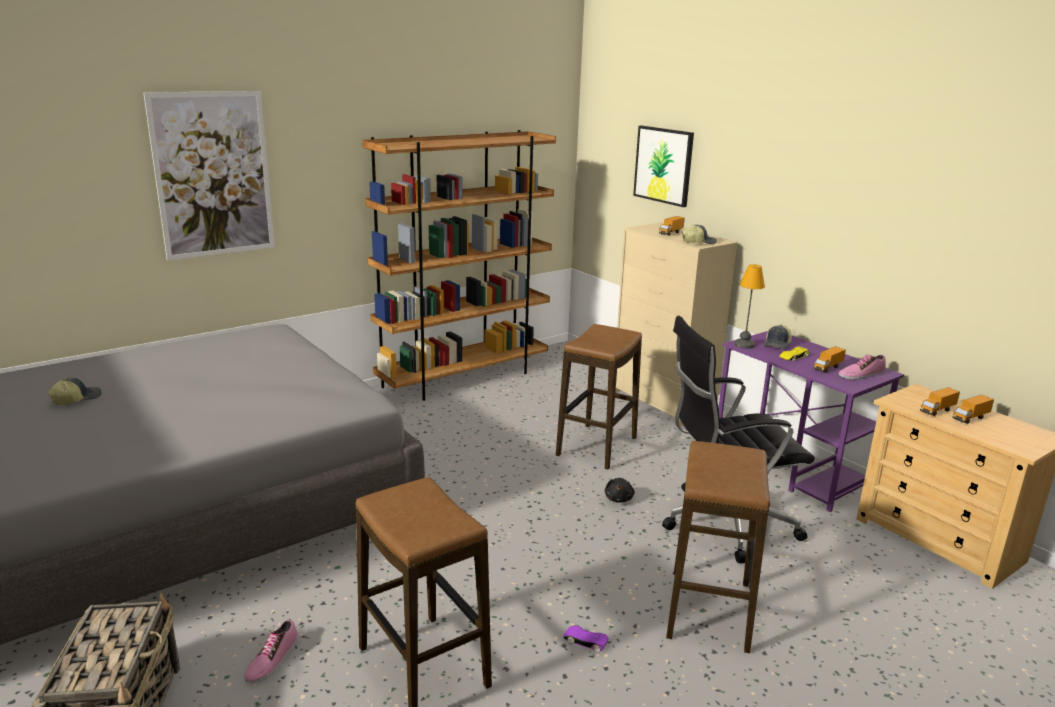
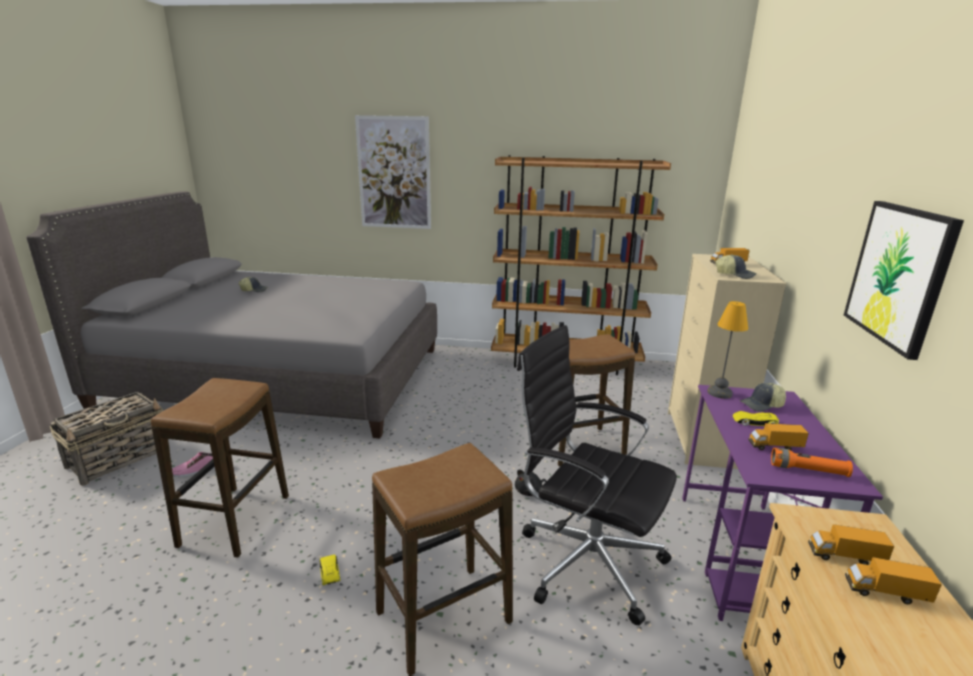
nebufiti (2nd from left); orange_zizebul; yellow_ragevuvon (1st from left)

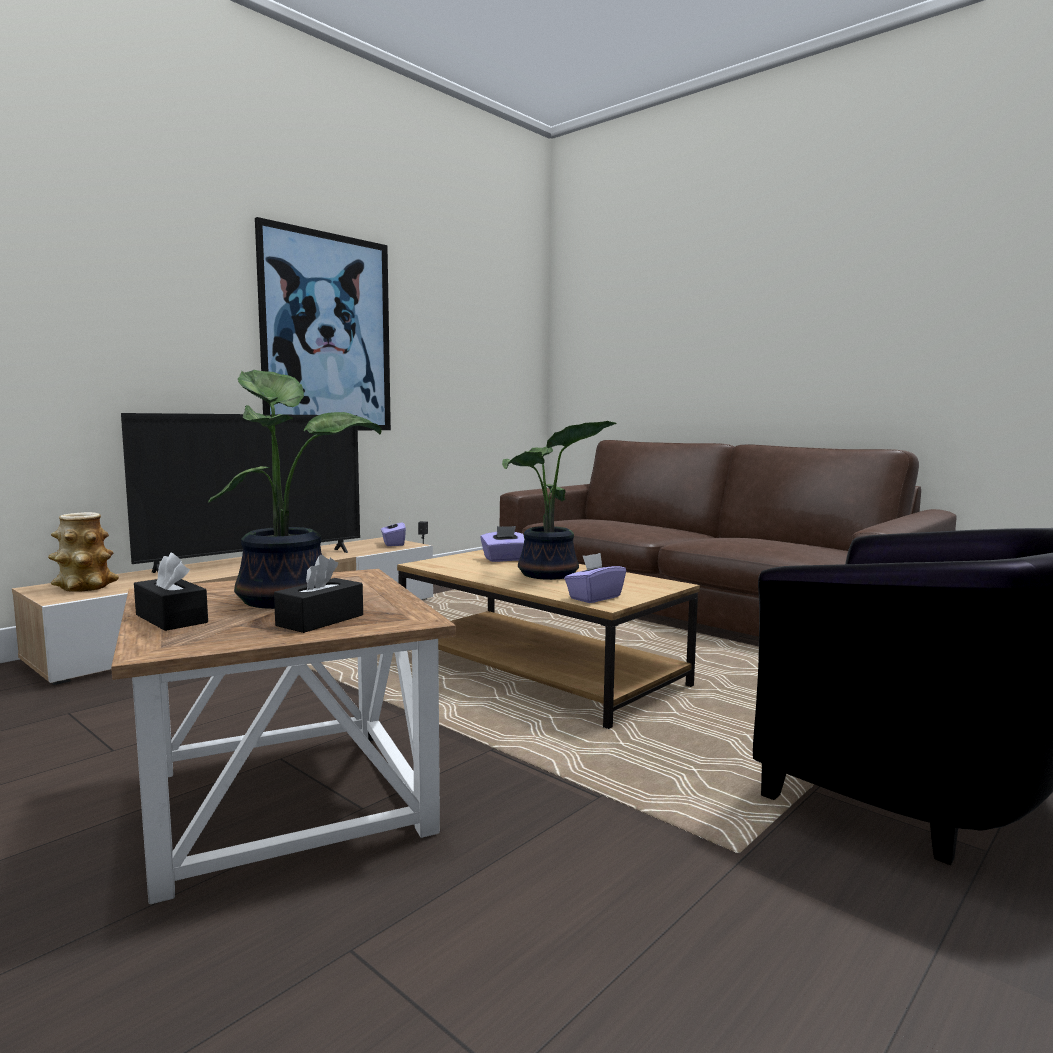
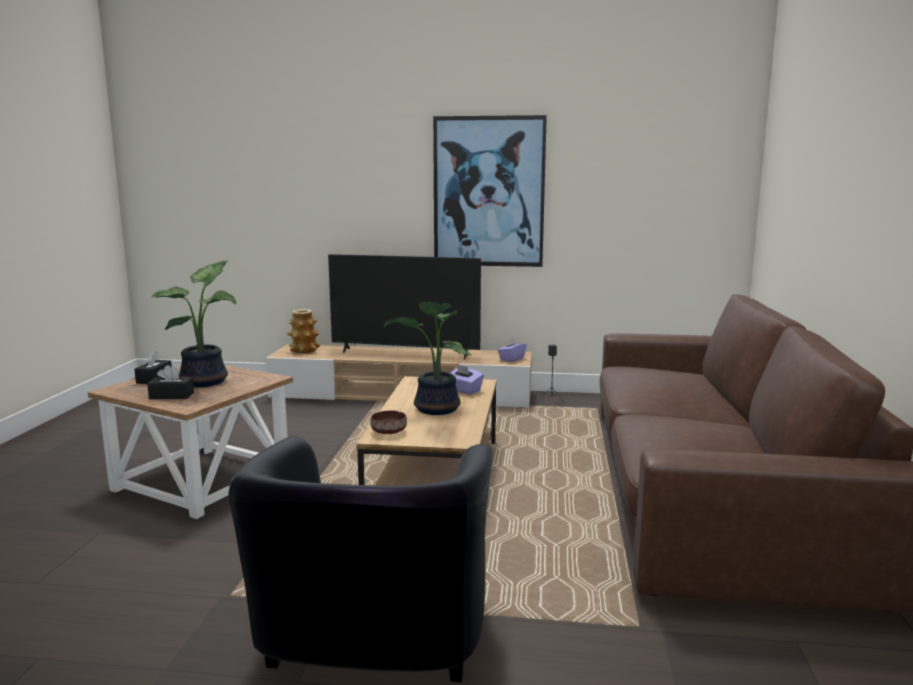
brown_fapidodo

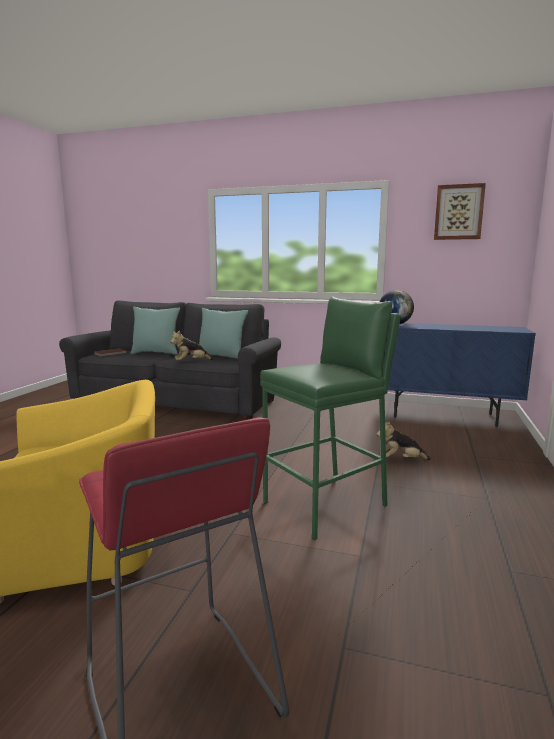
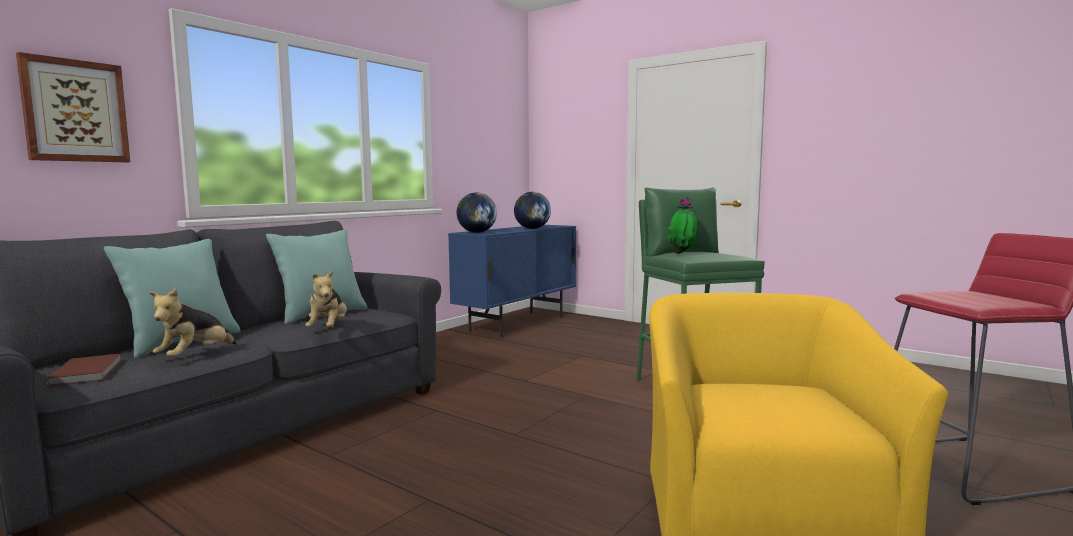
nebufiti; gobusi (1st from left); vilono (2nd from left); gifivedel

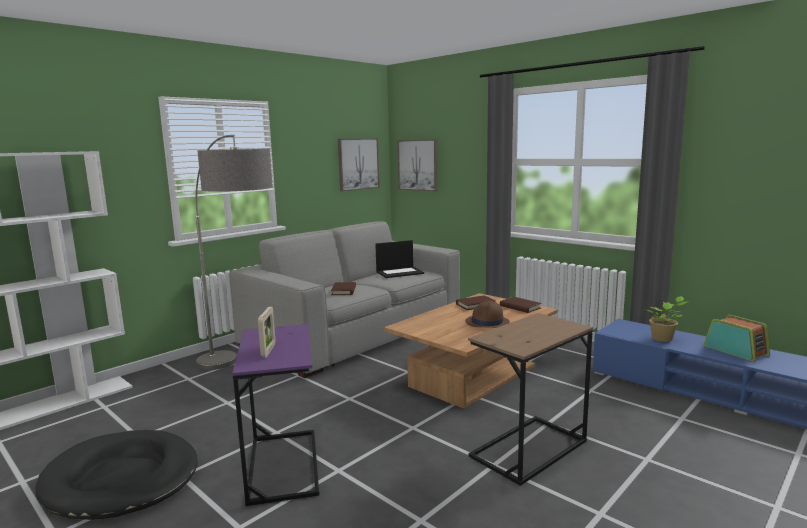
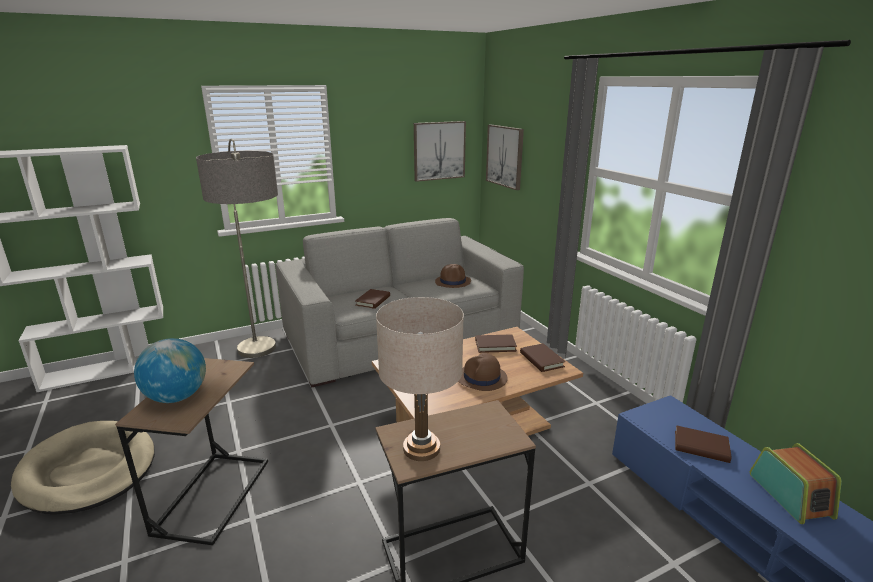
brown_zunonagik (1st from left); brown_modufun (4th from left); vilono; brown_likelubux (1st from left); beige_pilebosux; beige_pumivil

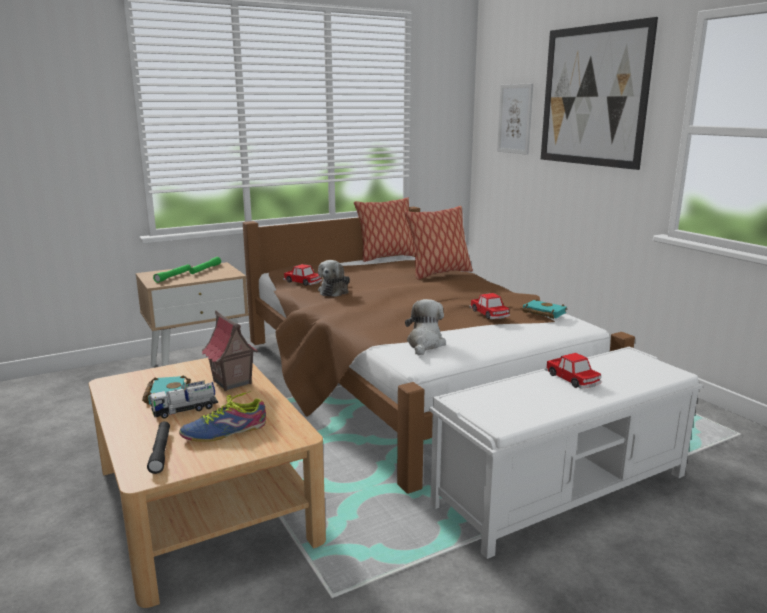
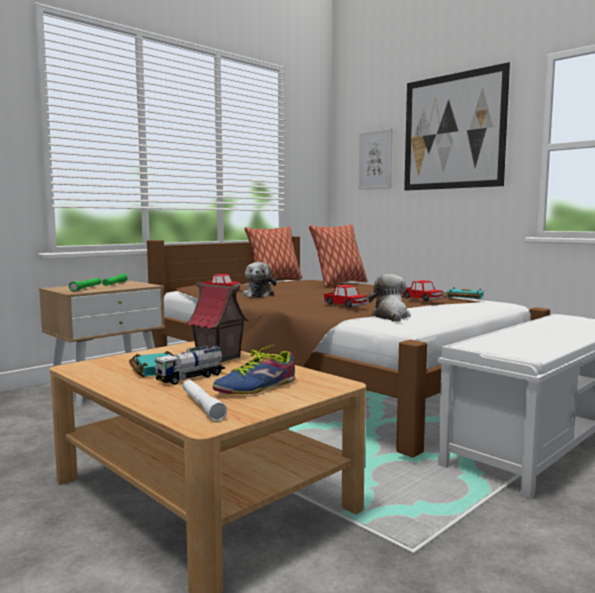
ragevuvon (2nd from left); white_zizebul

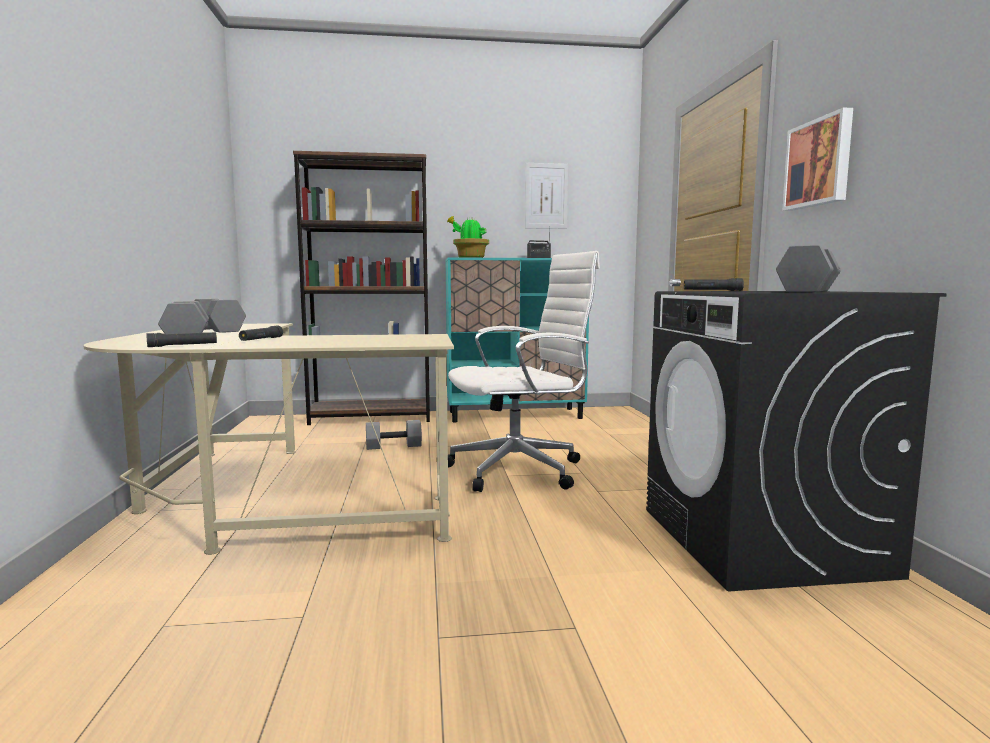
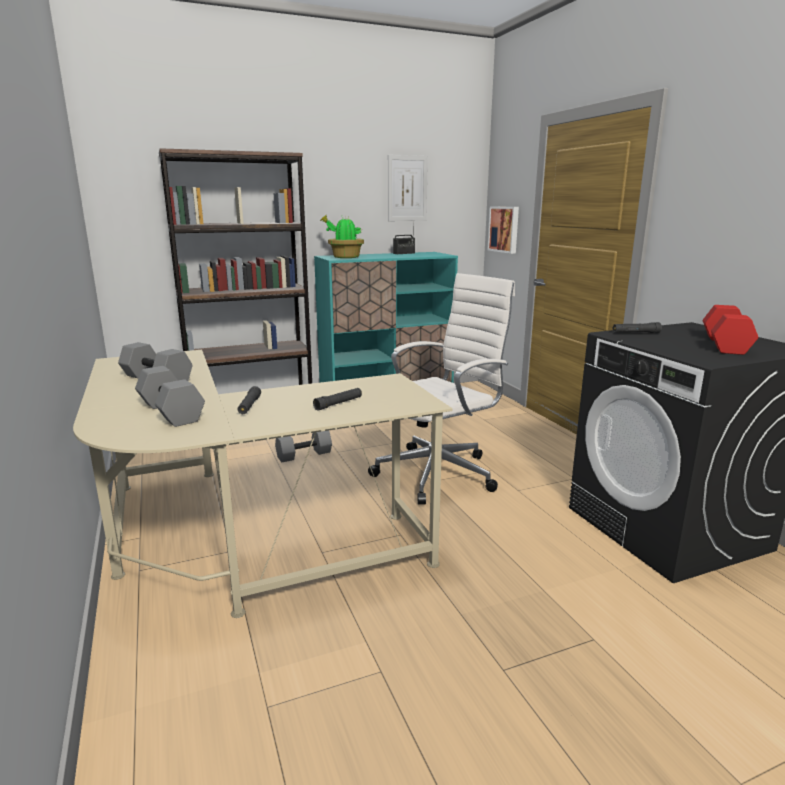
nebufiti (2nd from left); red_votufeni; black_zizebul (2nd from left)

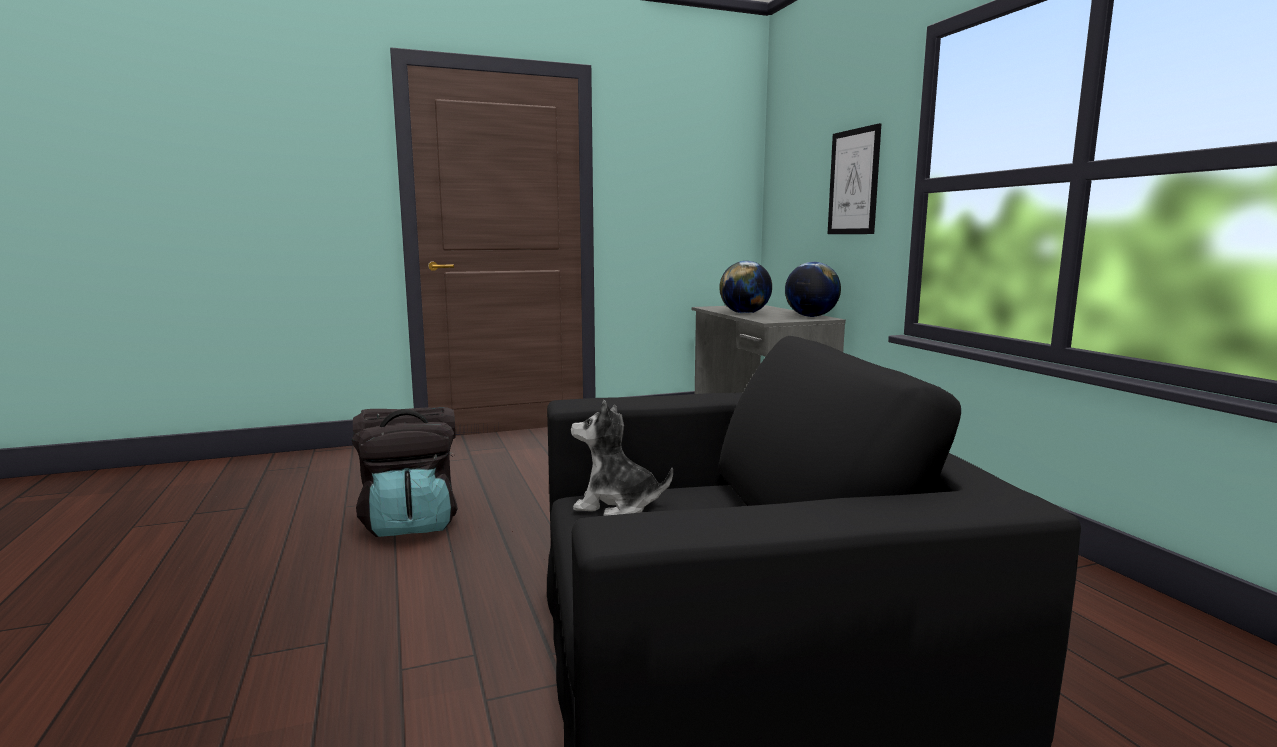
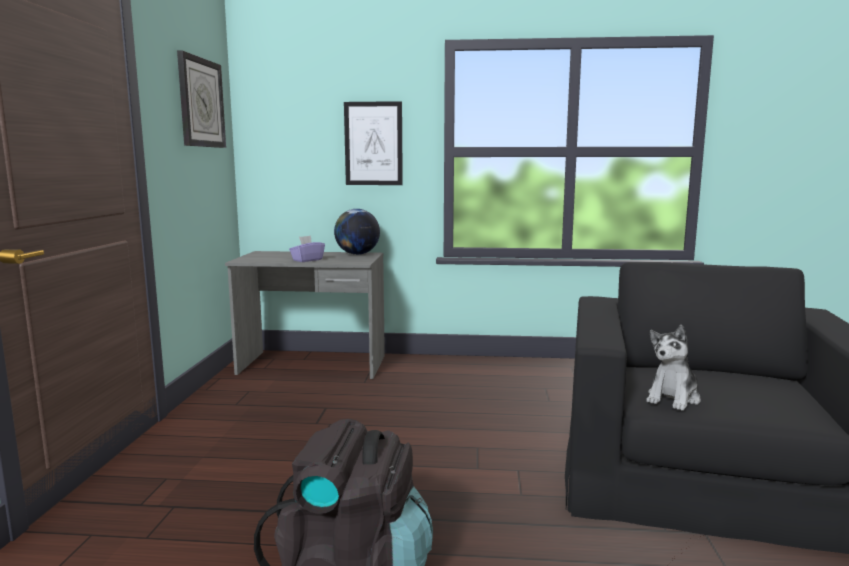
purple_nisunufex; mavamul

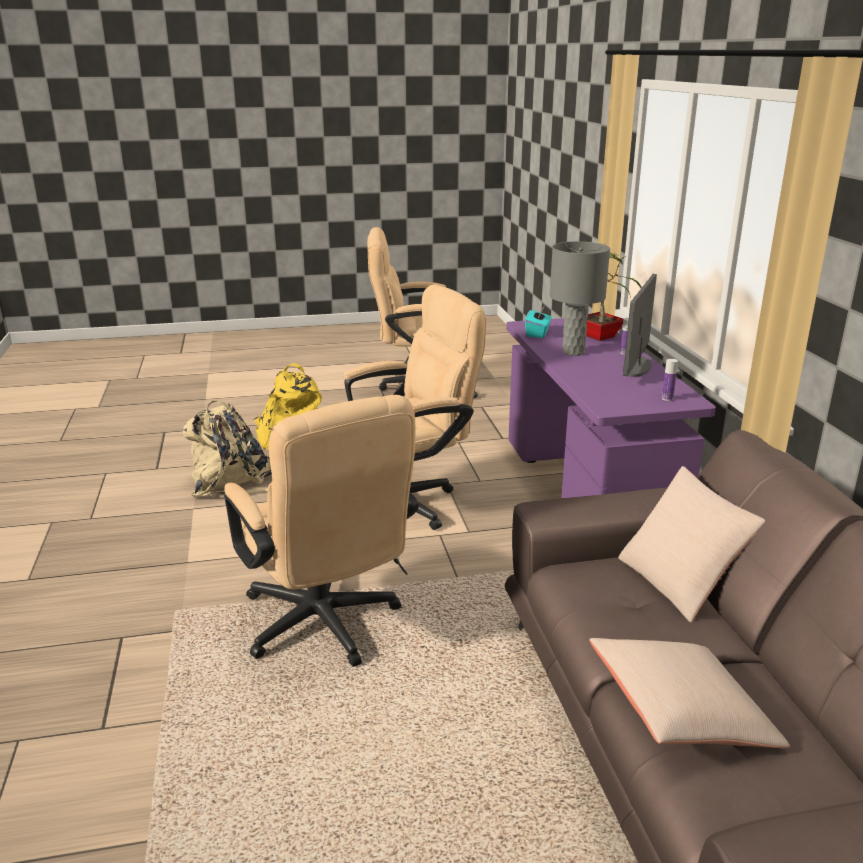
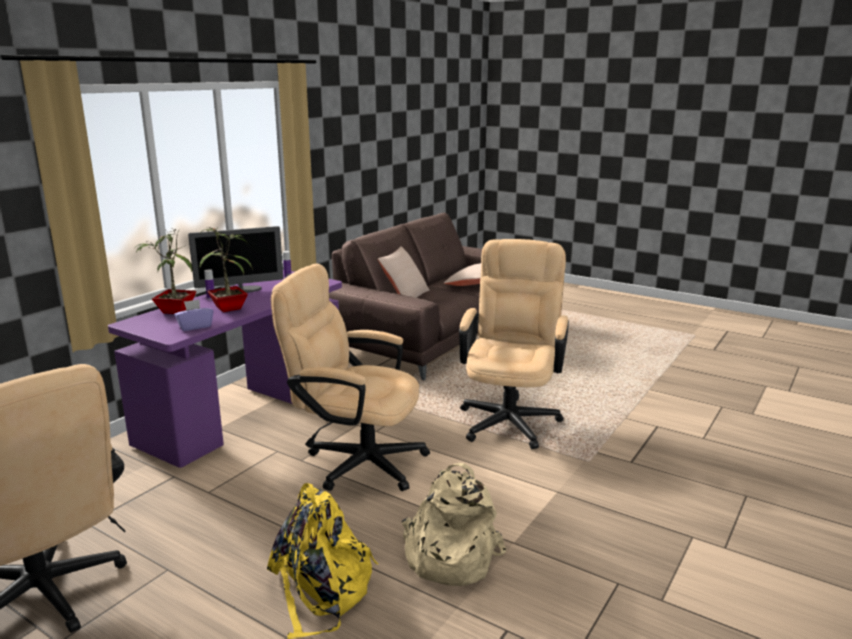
gifivedel (2nd from left); purple_nisunufex

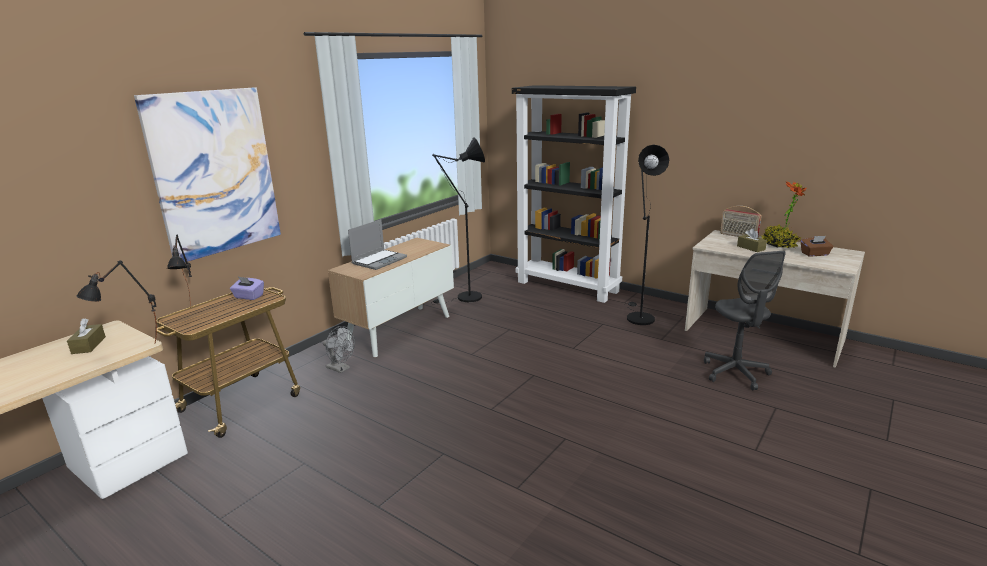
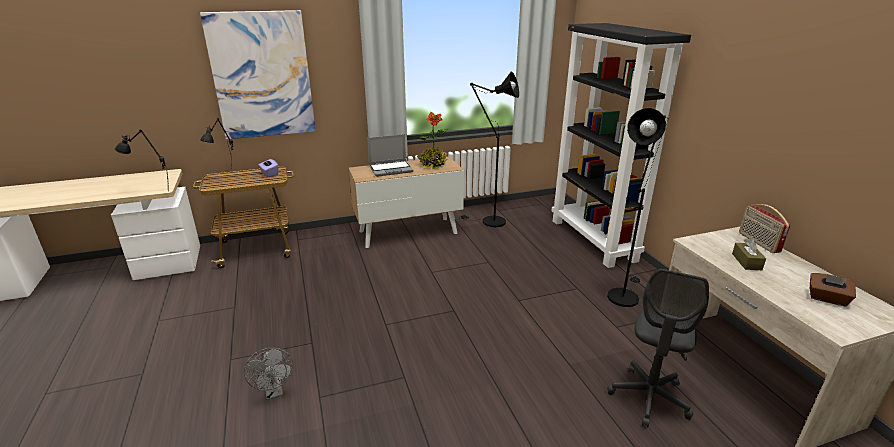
gifivedel; brown_nisunufex (1st from left in the first image); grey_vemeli

